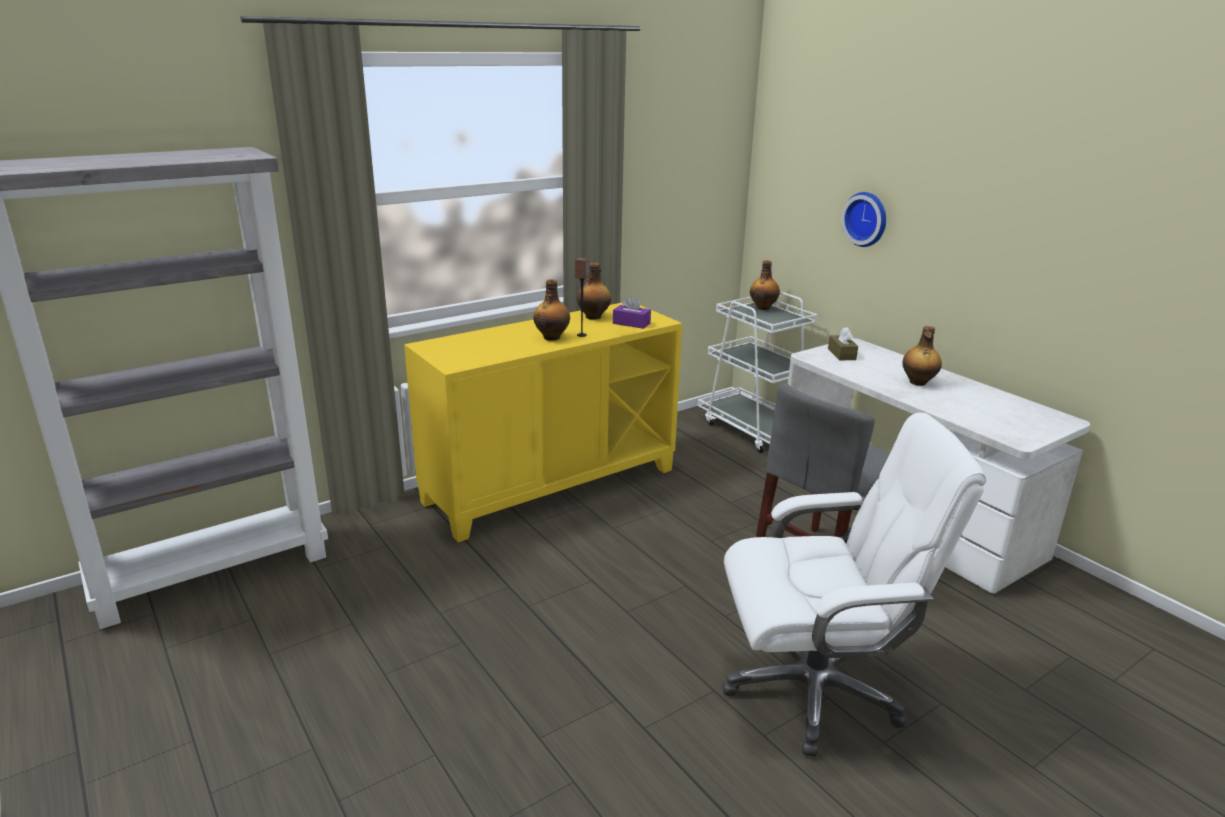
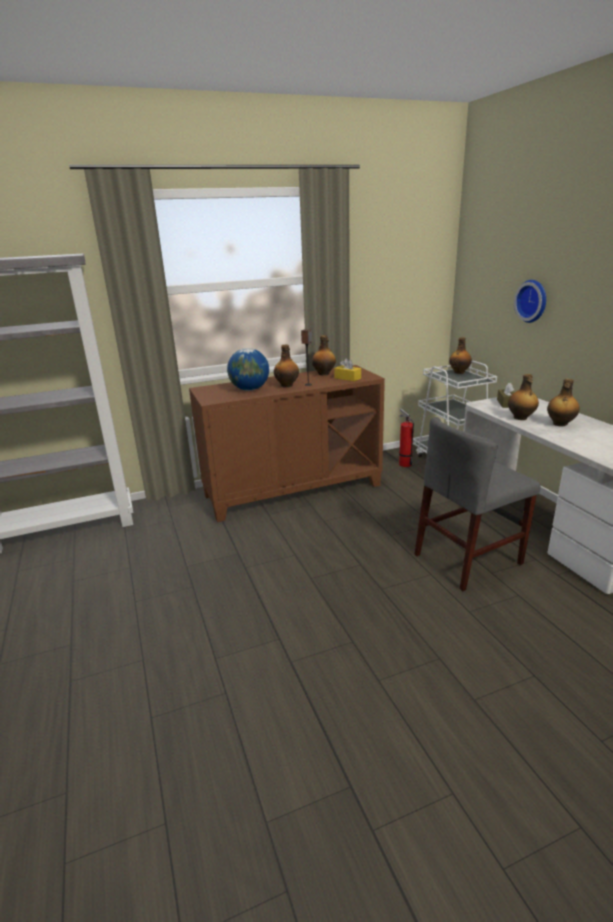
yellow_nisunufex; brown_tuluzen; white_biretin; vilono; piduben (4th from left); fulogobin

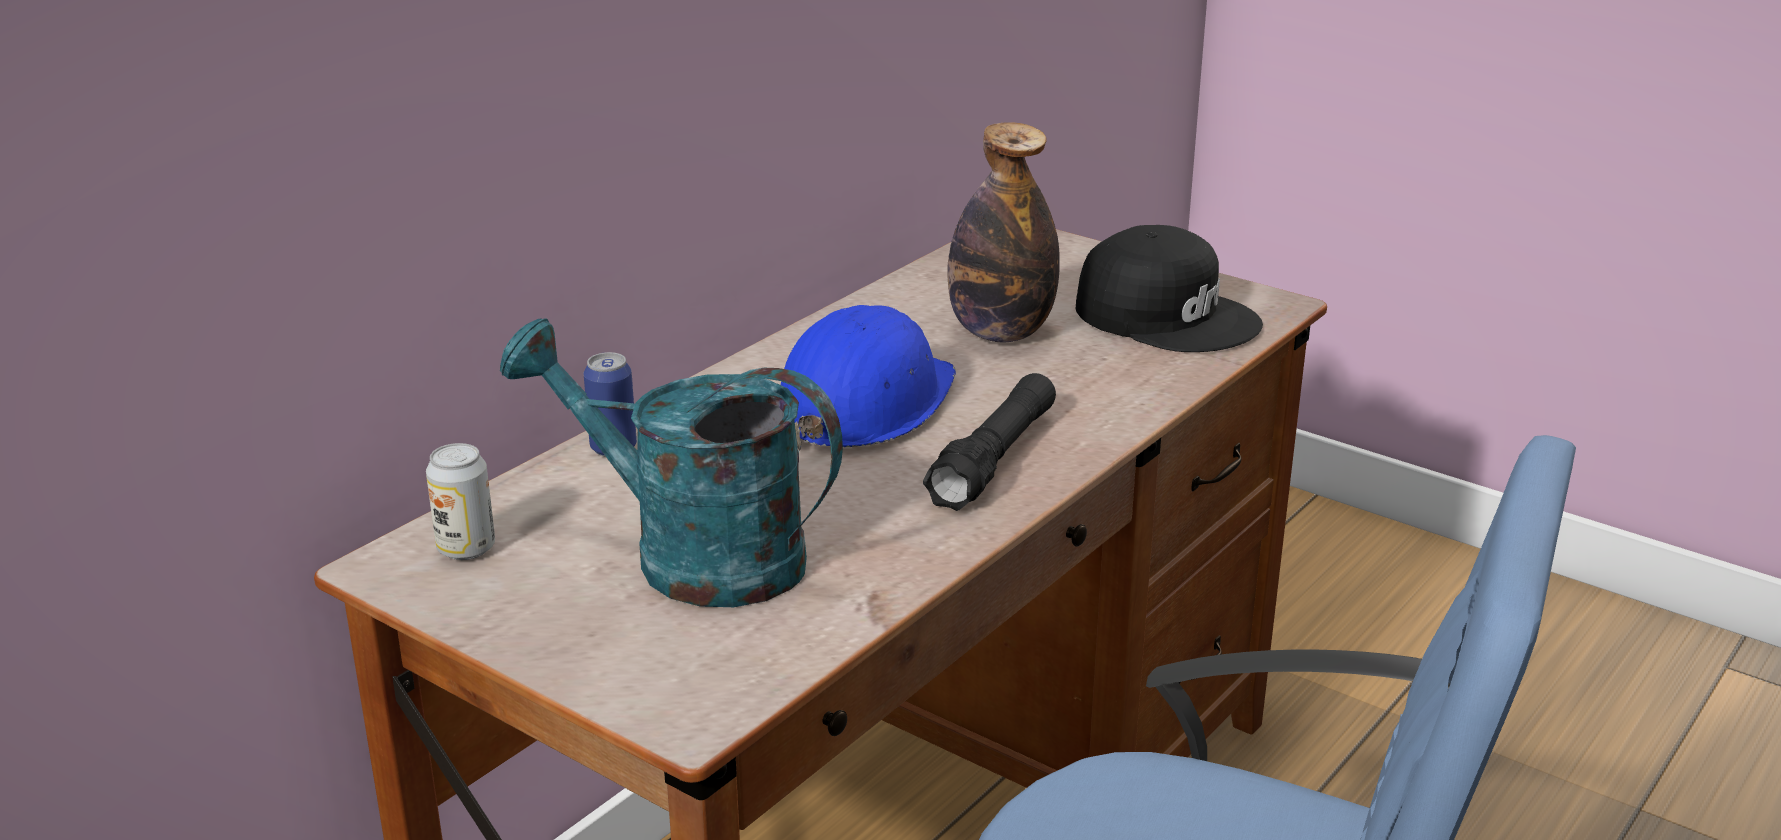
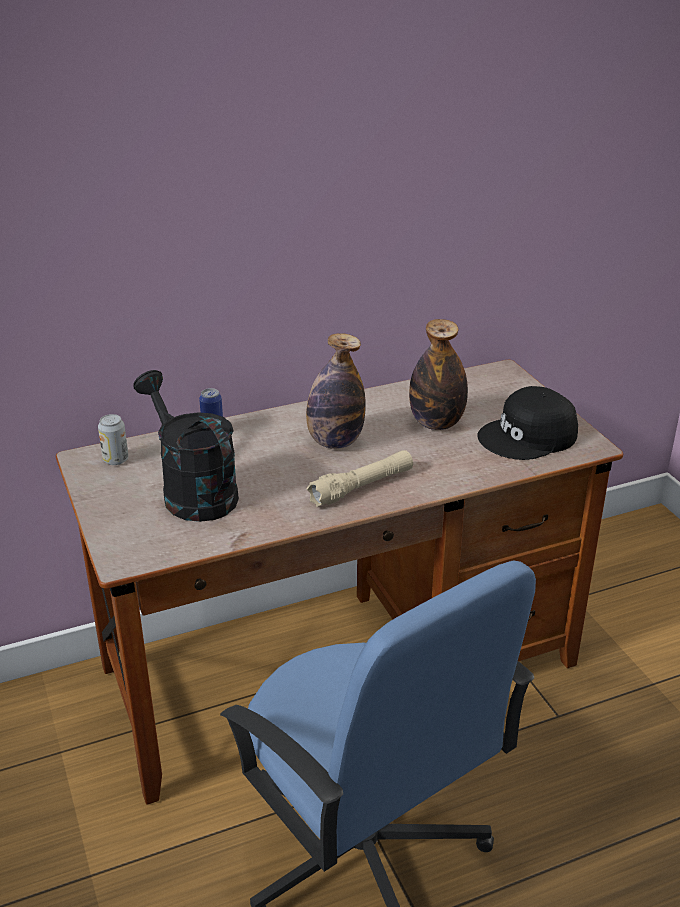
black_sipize; piduben (1st from left); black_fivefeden; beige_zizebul

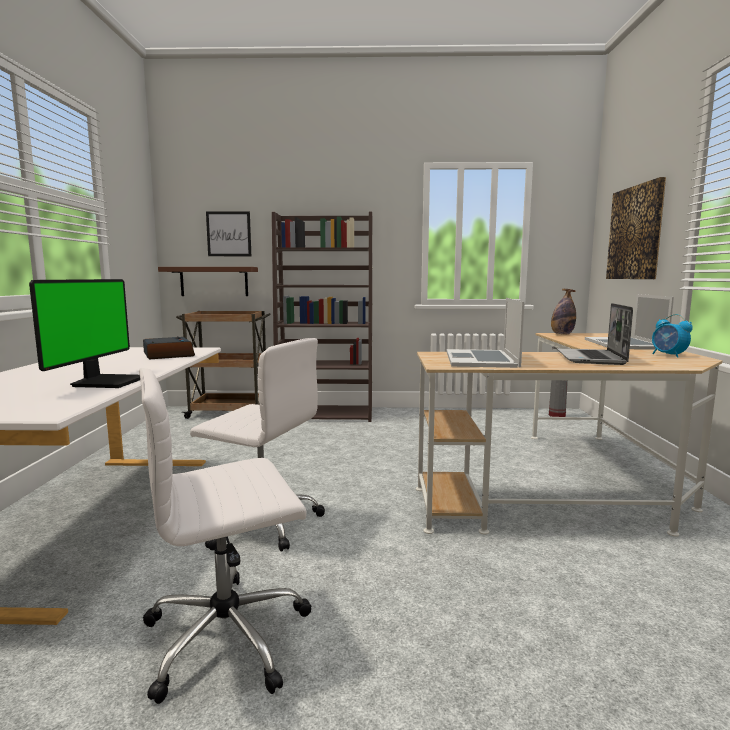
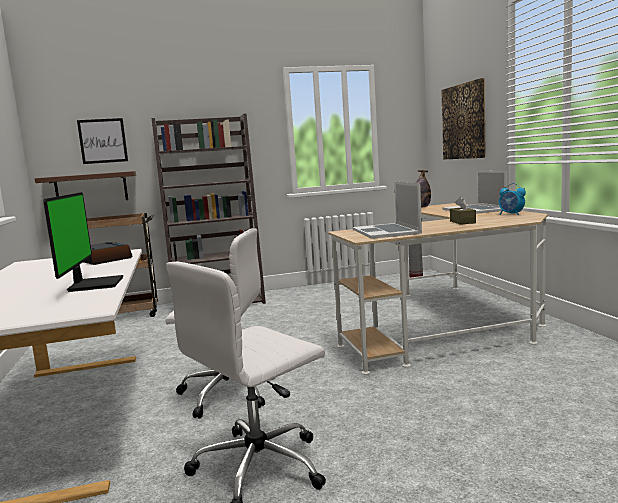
brown_nisunufex

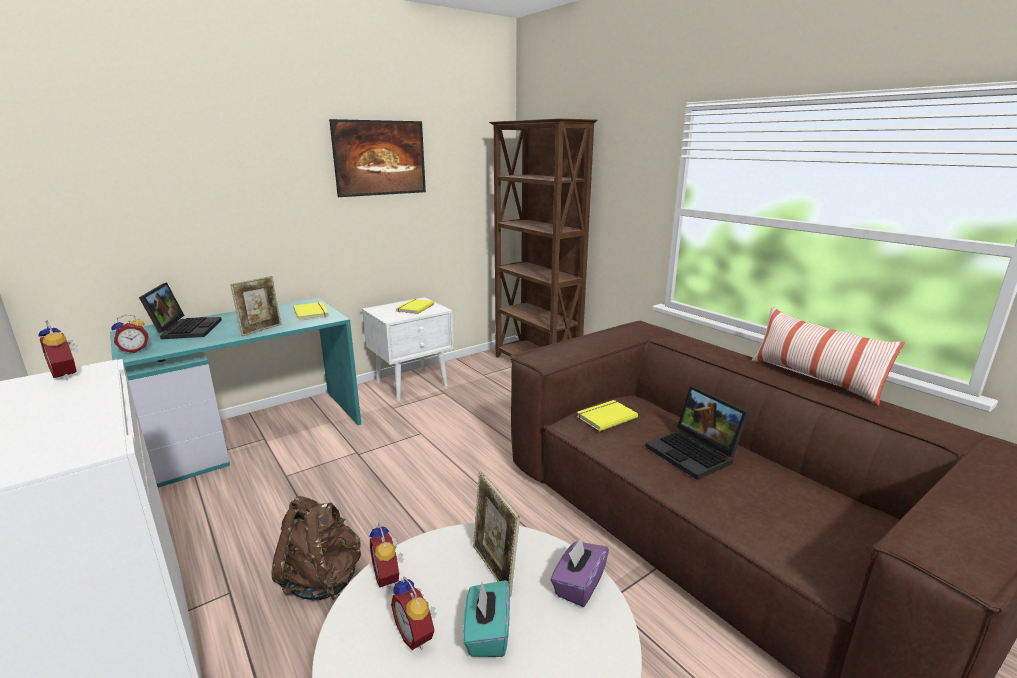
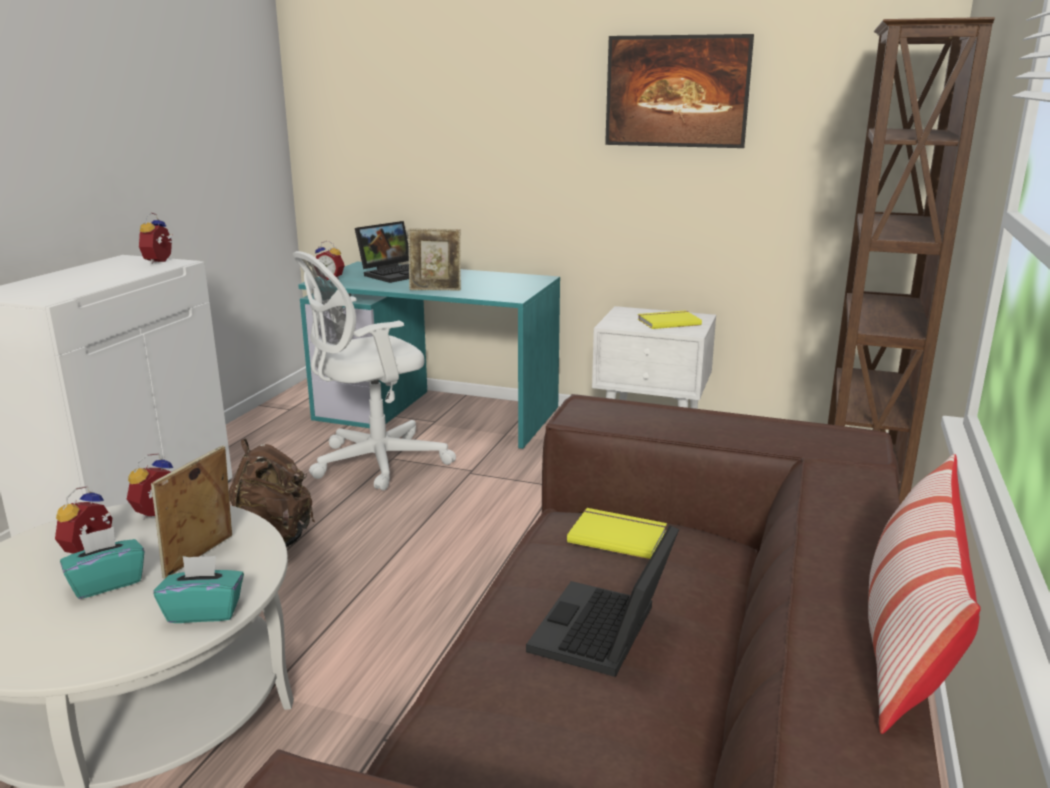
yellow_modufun (1st from left in the first image); turquoise_nisunufex (2nd from left); white_biretin

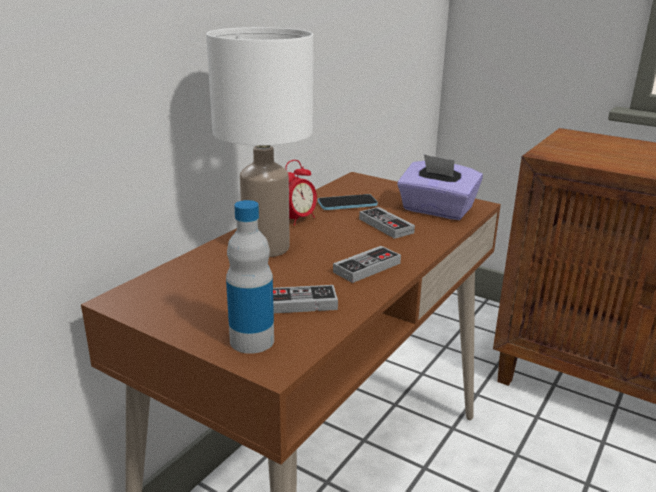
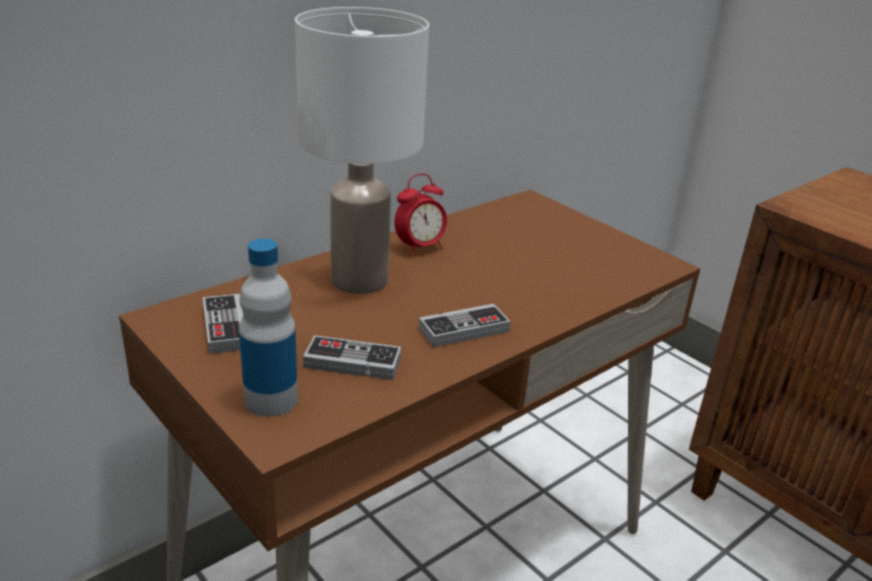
purple_nisunufex; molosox; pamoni (1st from left)

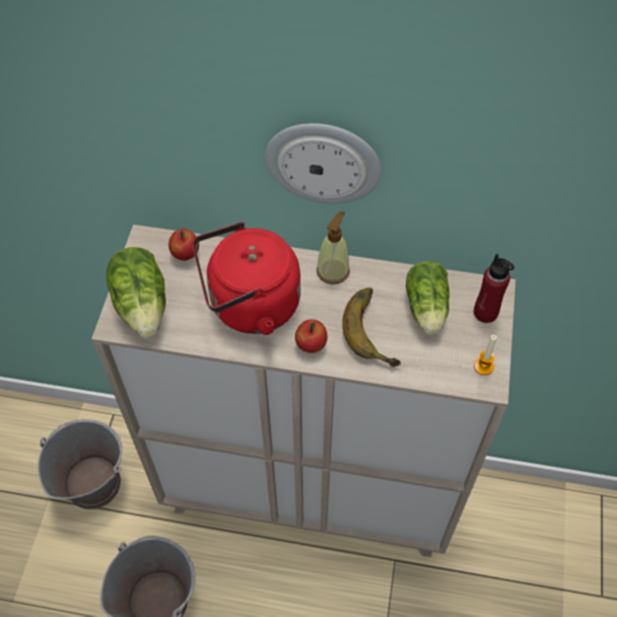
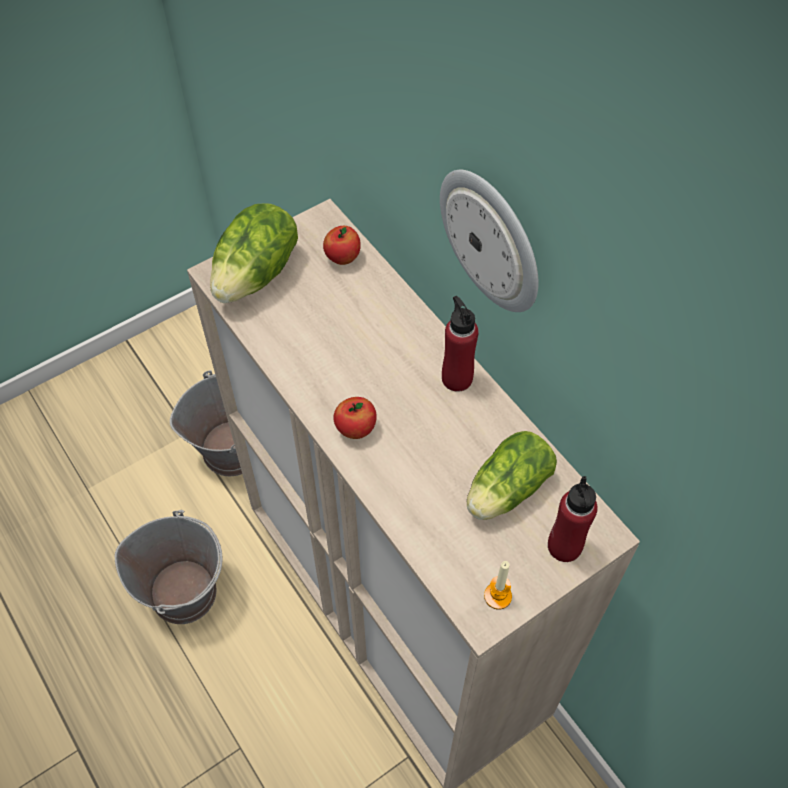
red_piduben (1st from left); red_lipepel; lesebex

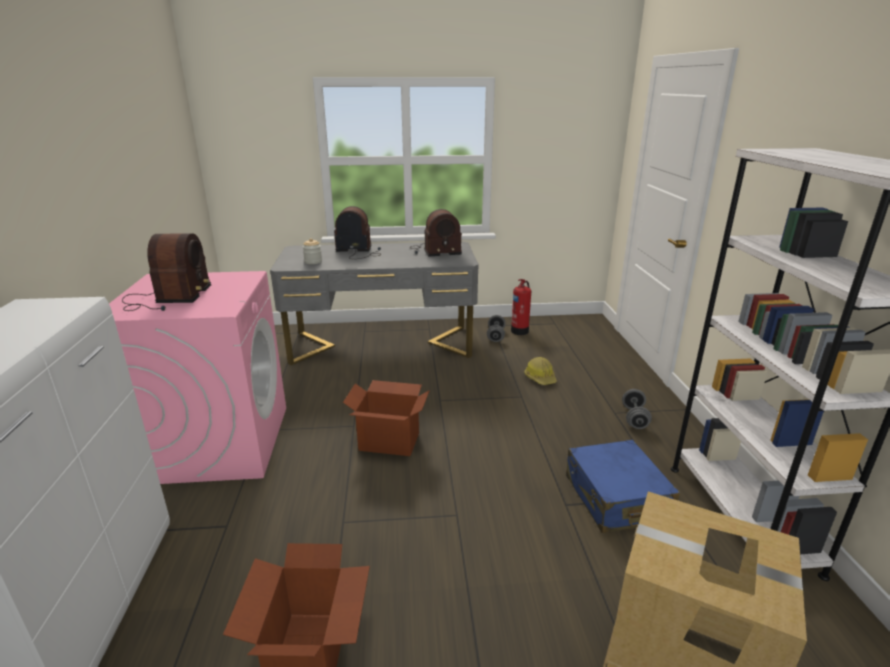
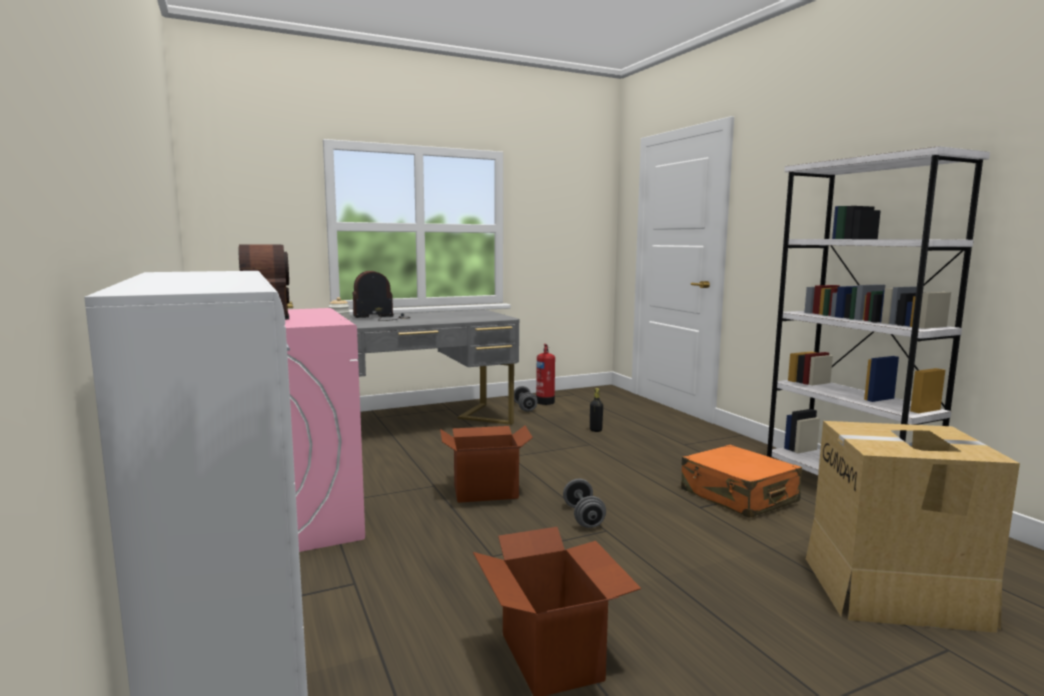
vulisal (3rd from left in the first image); black_piduben; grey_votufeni (2nd from left); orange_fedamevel

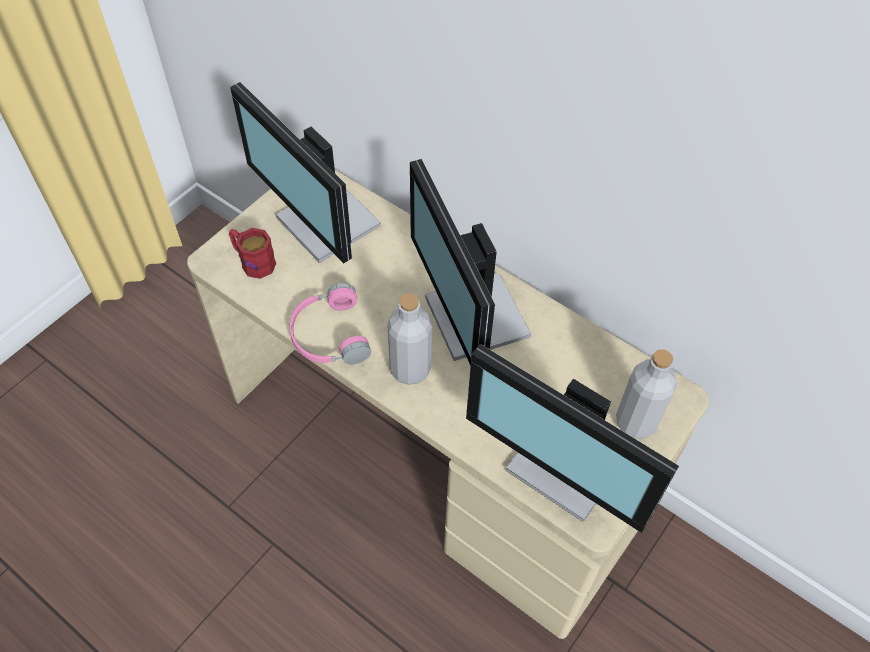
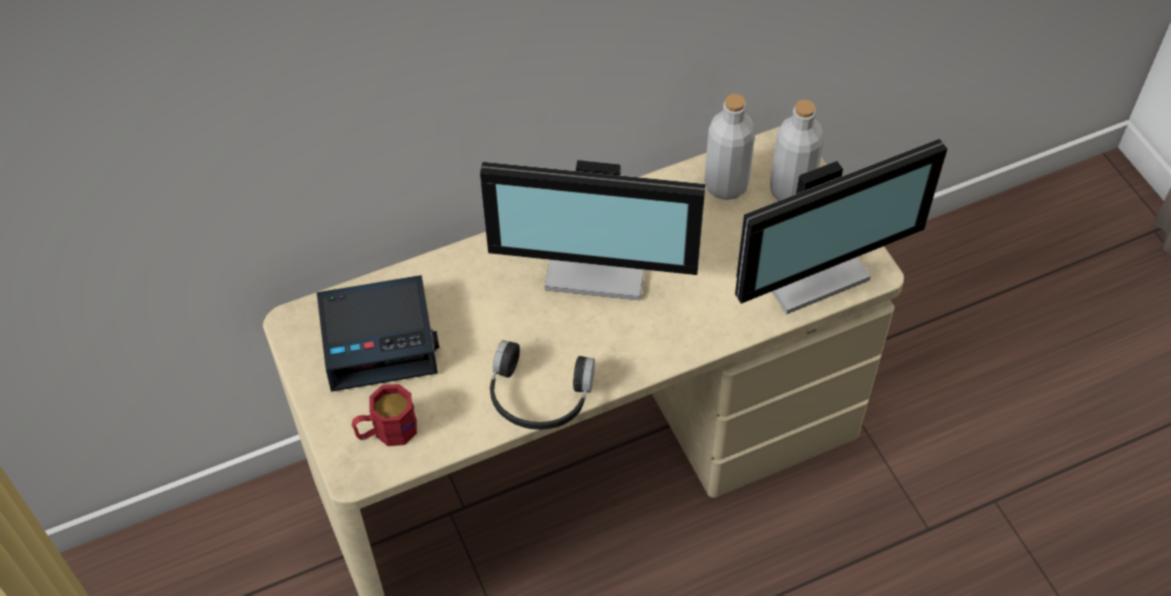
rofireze; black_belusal; grey_piduben (1st from left)

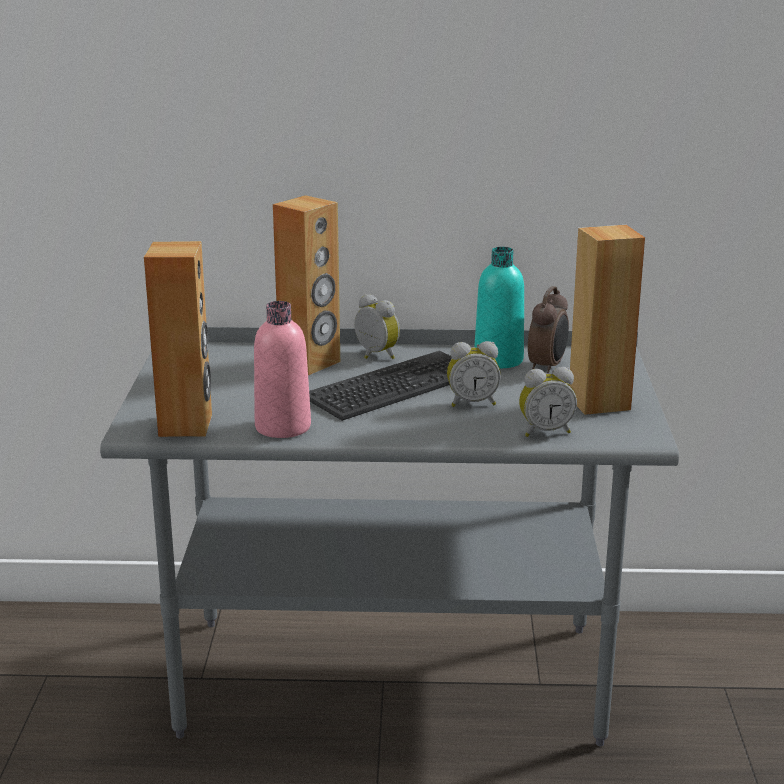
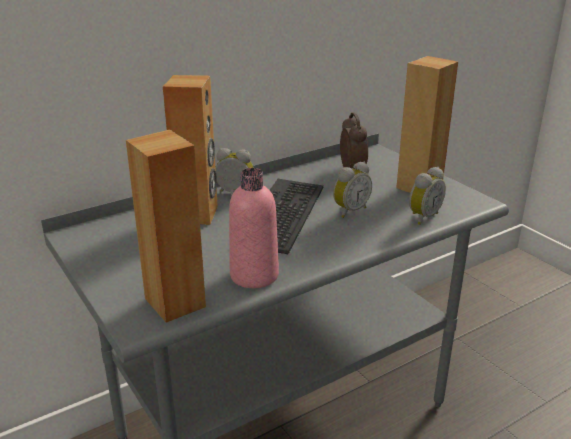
turquoise_piduben

